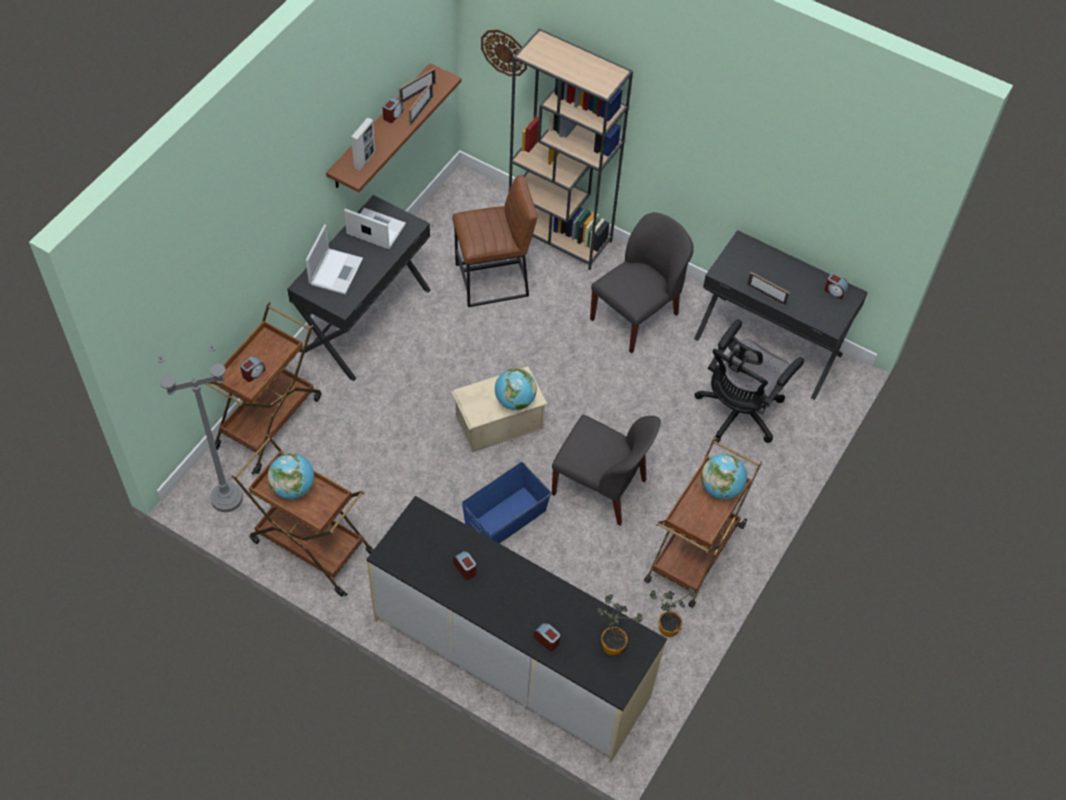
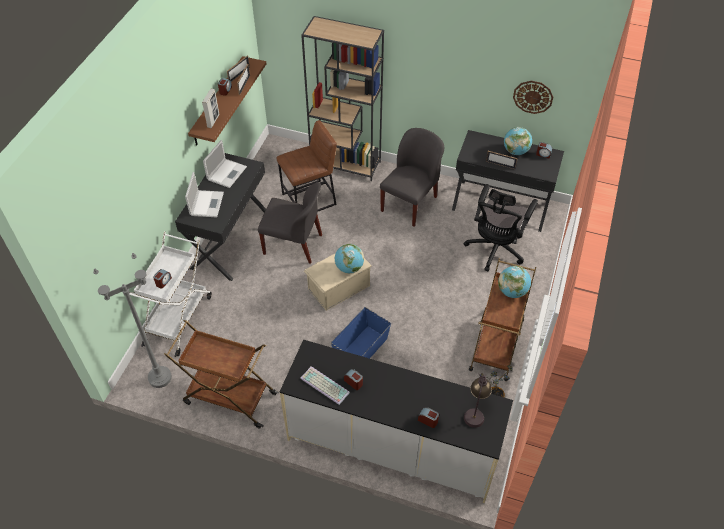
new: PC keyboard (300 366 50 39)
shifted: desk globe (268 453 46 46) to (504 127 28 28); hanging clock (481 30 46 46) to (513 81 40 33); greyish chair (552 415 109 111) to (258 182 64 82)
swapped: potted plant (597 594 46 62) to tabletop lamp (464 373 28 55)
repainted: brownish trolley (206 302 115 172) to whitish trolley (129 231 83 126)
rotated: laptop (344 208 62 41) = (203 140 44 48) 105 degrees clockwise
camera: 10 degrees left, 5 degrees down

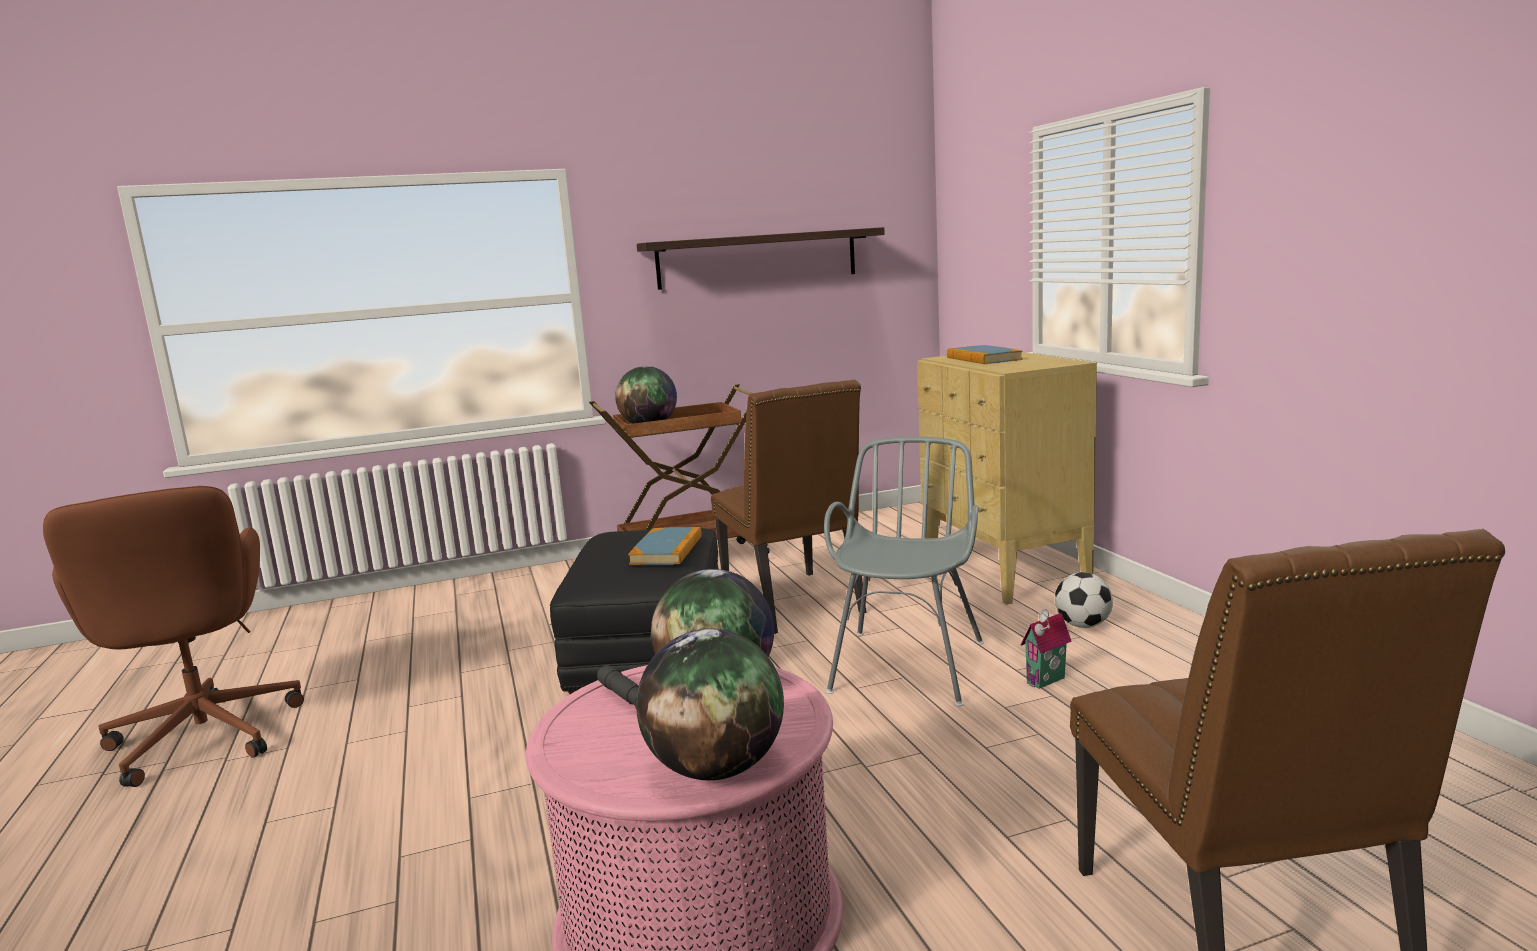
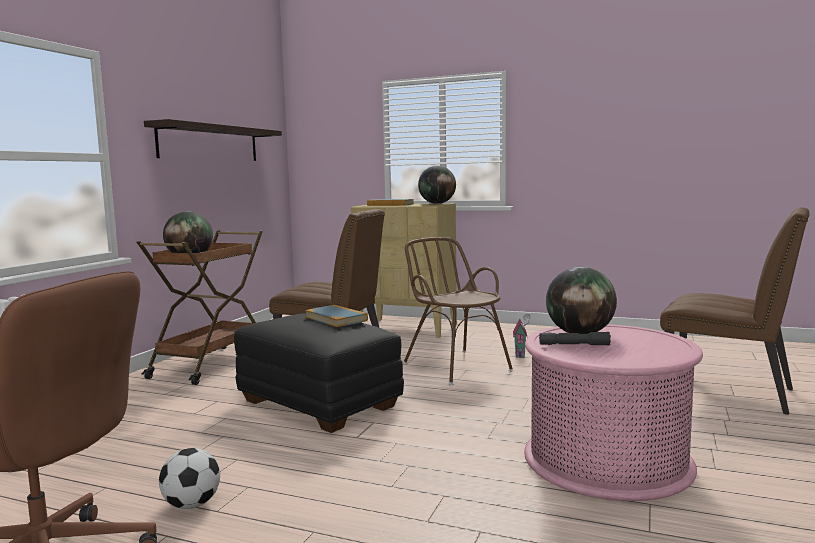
shifted: desk globe (636 629 148 151) to (418 166 38 38); ball for football (1055 572 58 56) to (159 448 61 61)
repainted: greyish chair (824 437 160 269) to brownish chair (403 237 111 148)
camera: 50 degrees left, 5 degrees down

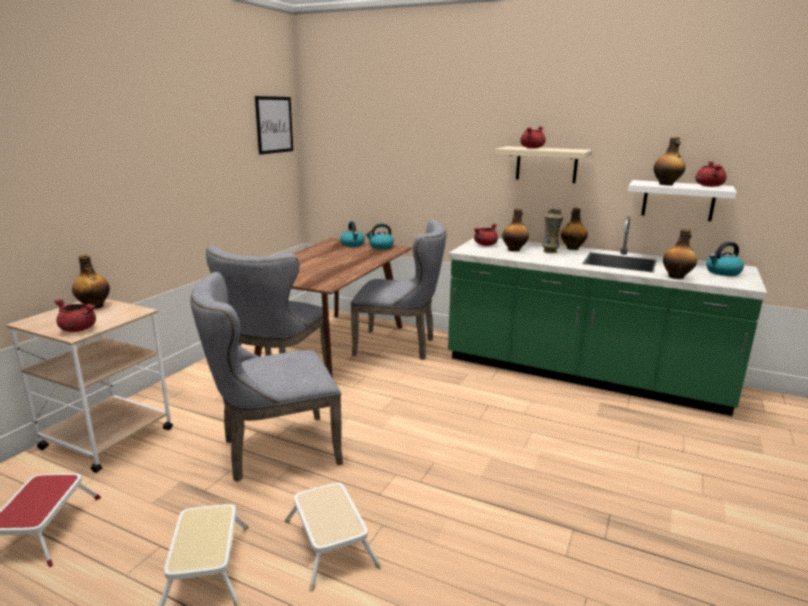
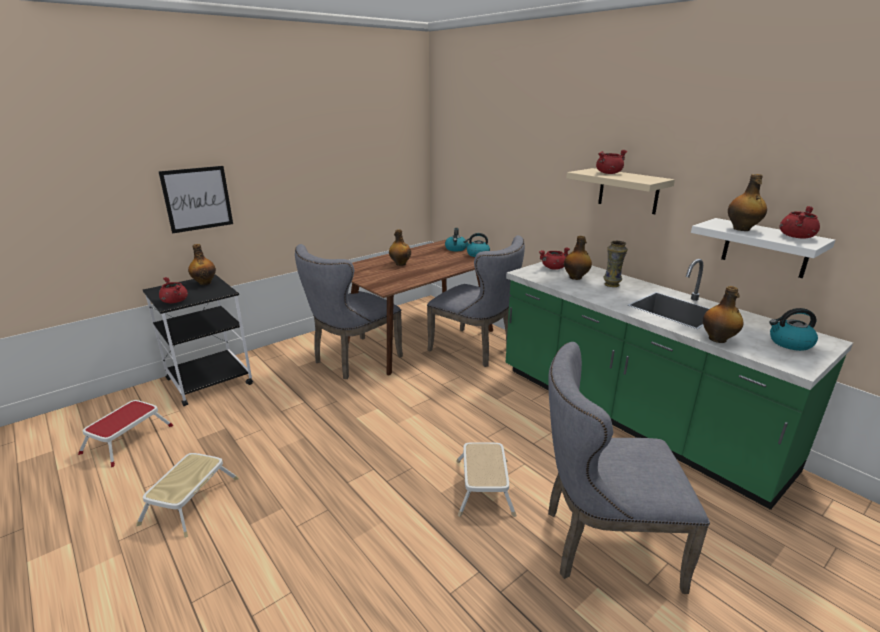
shifted: greyish chair (190 272 153 210) to (548 342 162 252); picture (255 96 38 59) to (158 166 75 68); sand-coloured stepladder (284 483 98 109) to (456 442 61 75); beverage bottle (561 208 27 42) to (389 229 22 37)
repainted: sand-coloured trolley (6 299 167 174) to black-coloured trolley (143 274 110 132)
camera: 25 degrees right, 5 degrees up

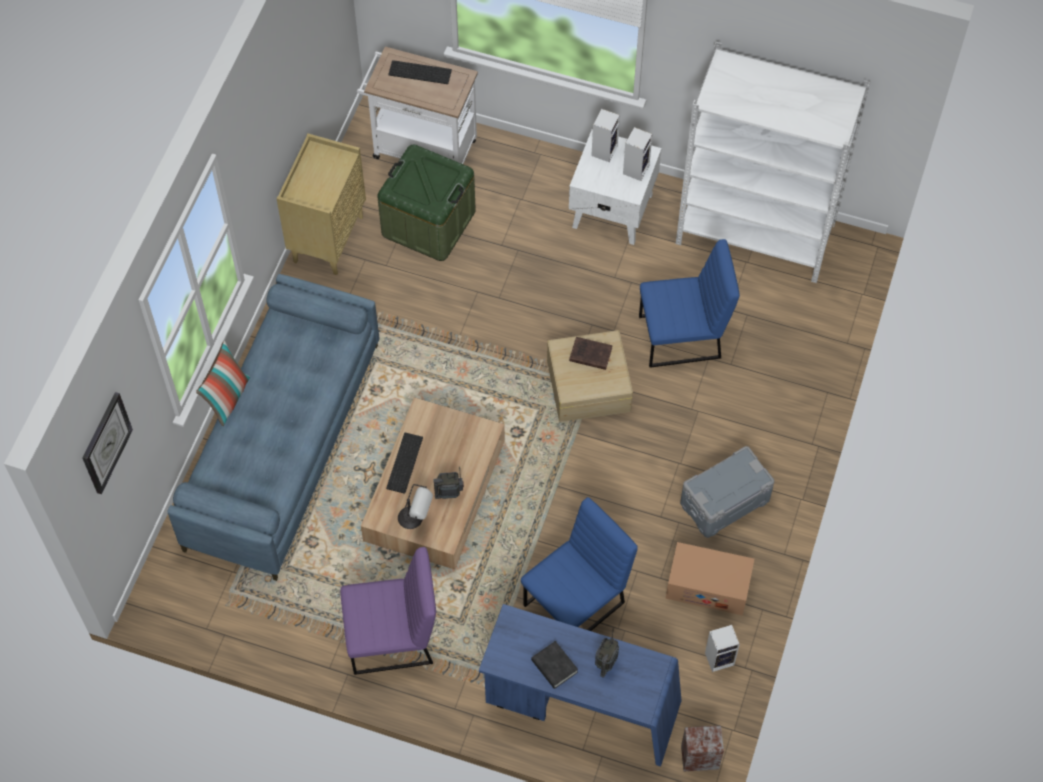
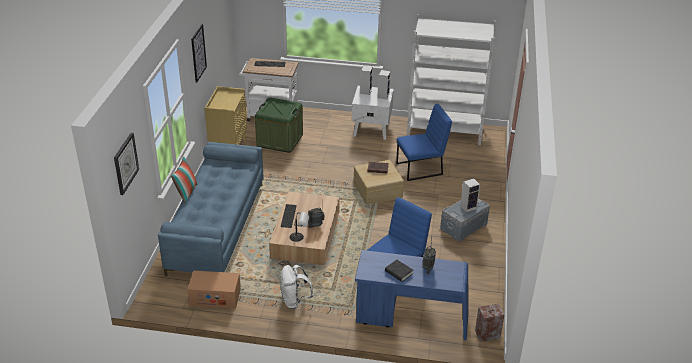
new: picture (191 24 16 59)
shifted: carton (666 542 88 73) to (187 270 54 39); loudspeaker (705 625 35 47) to (460 178 20 34)
swapped: purple-coloured chair (340 547 96 128) to whitish backpack (280 265 33 44)
camera: 10 degrees left, 25 degrees down

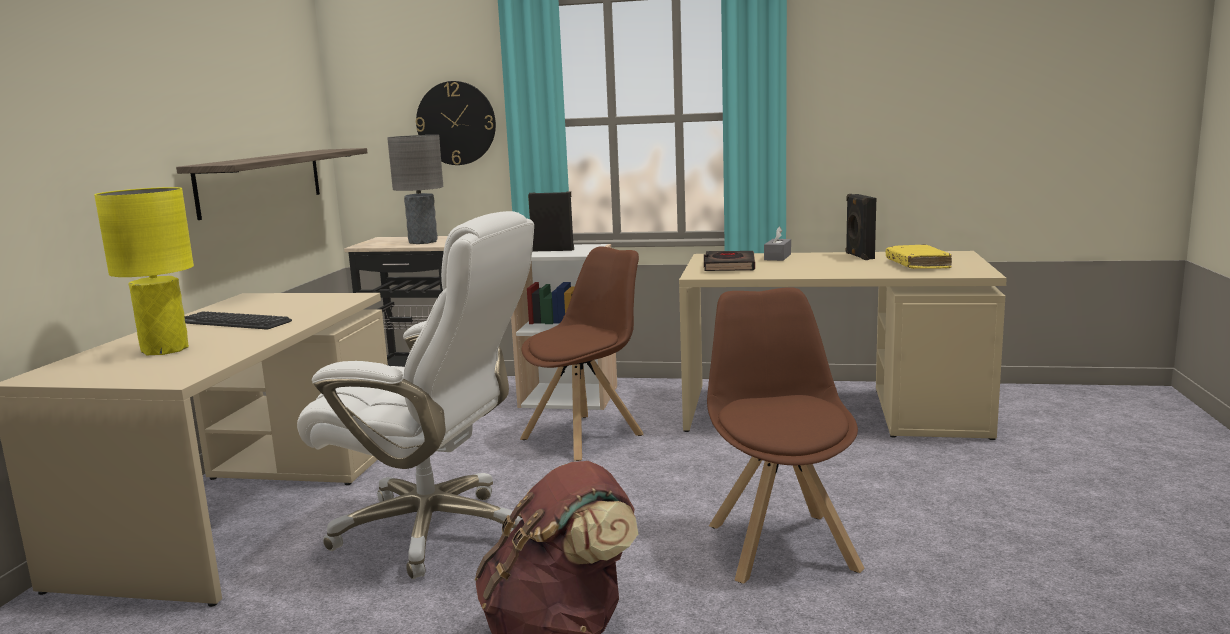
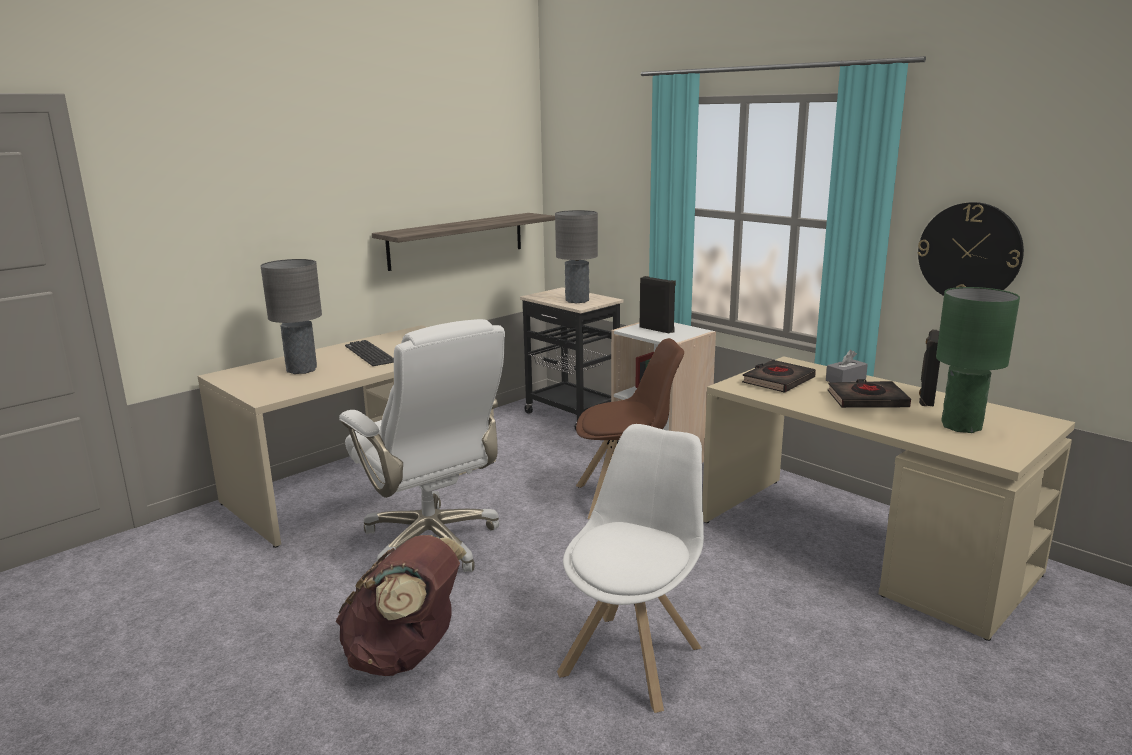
new: black-coloured bound book (828 379 83 29)
shifted: hanging clock (416 81 80 84) to (918 202 106 94)
swapped: yellow-coloured bound book (886 244 66 25) to green-coloured tabletop lamp (936 287 84 146)
repainted: yellow-coloured tabletop lamp (94 187 100 168) to greyish tabletop lamp (261 259 61 115); brownish chair (707 287 158 297) to whitish chair (557 424 147 289)
camera: 35 degrees right, 5 degrees up

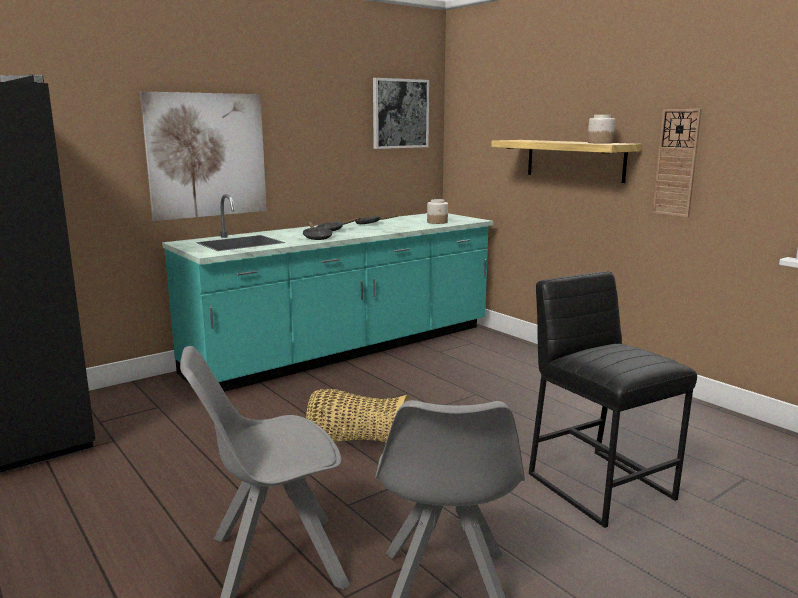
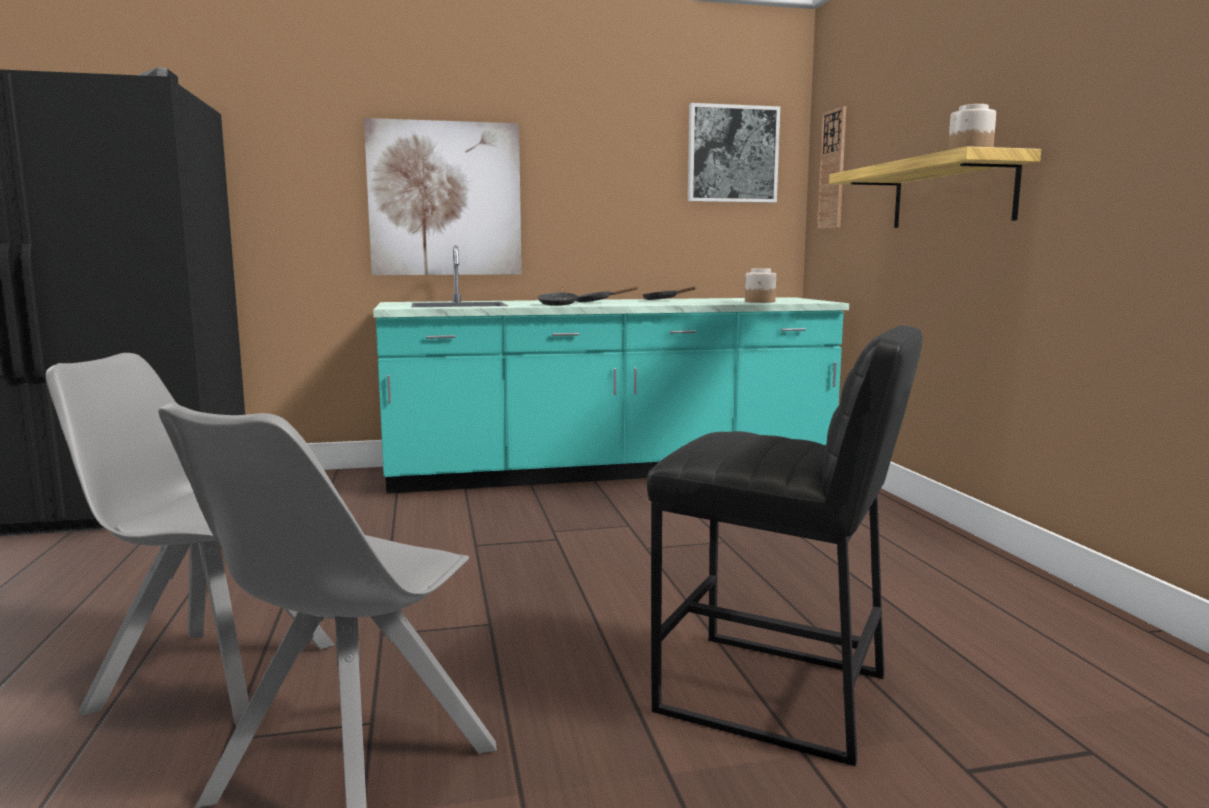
gone: storage basket (306 389 104 54)
shifted: hanging clock (653 109 49 108) to (817 106 29 123)
rotated: black-coloured chair (529 271 168 257) = (647 325 276 441) 120 degrees clockwise
camera: 25 degrees right, 5 degrees down

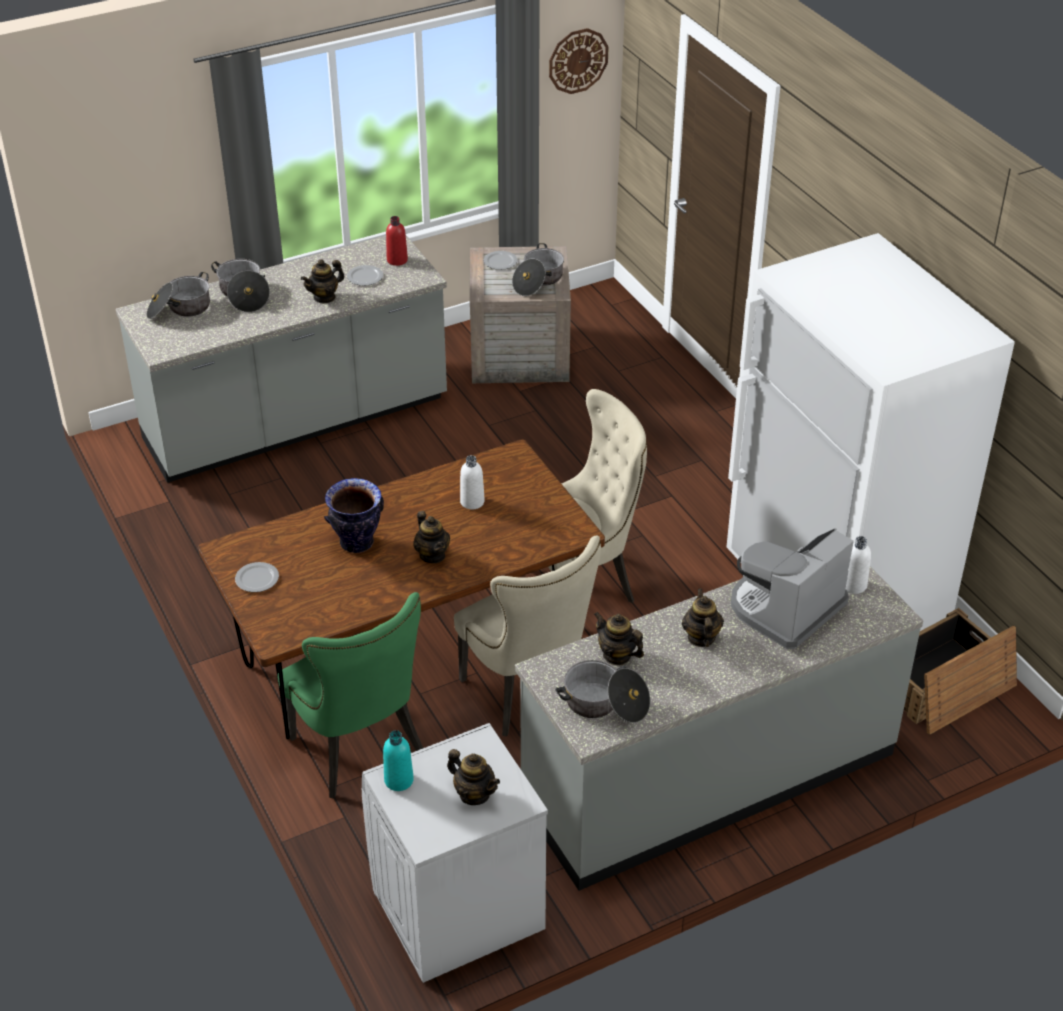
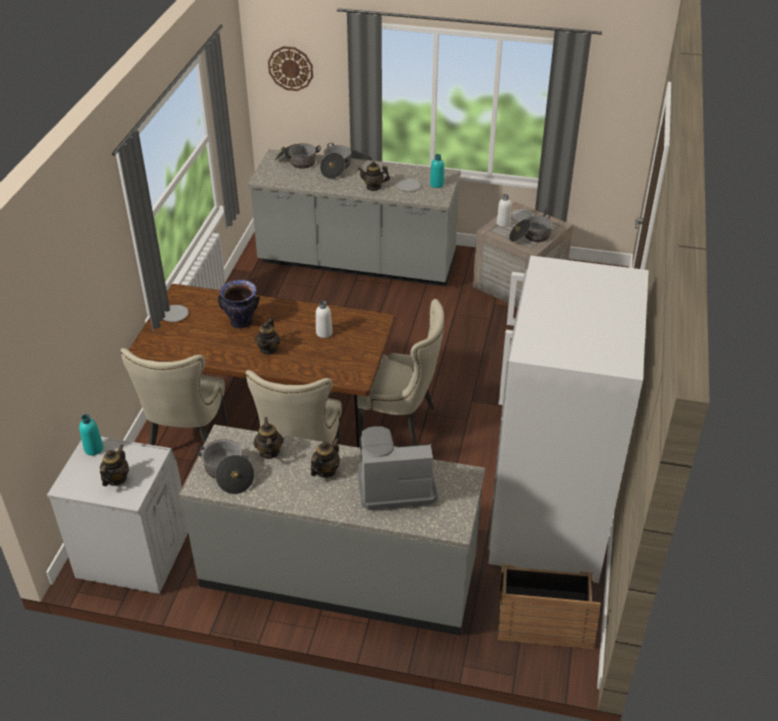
shifted: hanging clock (549 28 60 66) to (268 46 45 45); whitish beverage bottle (846 536 25 58) to (497 194 15 33)
repainted: green-coloured chair (278 592 145 206) to sand-coloured chair (121 348 107 97); red beverage bottle (386 216 22 50) to turquoise beverage bottle (430 154 14 34)
rotated: teapot (447 749 53 56) = (100 444 29 42) 150 degrees counterclockwise
camera: 40 degrees right, 0 degrees up

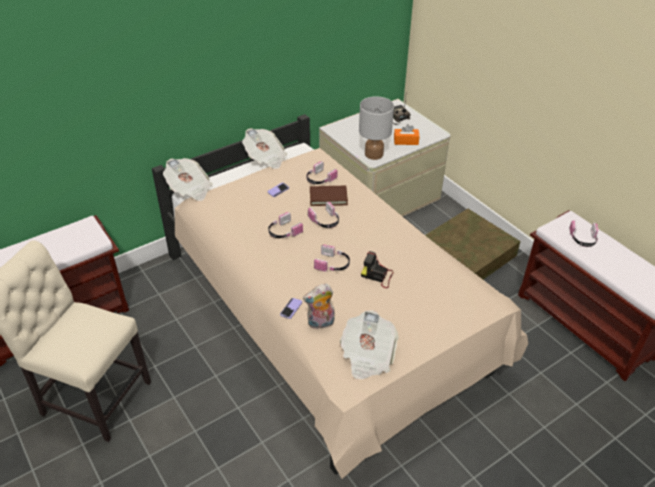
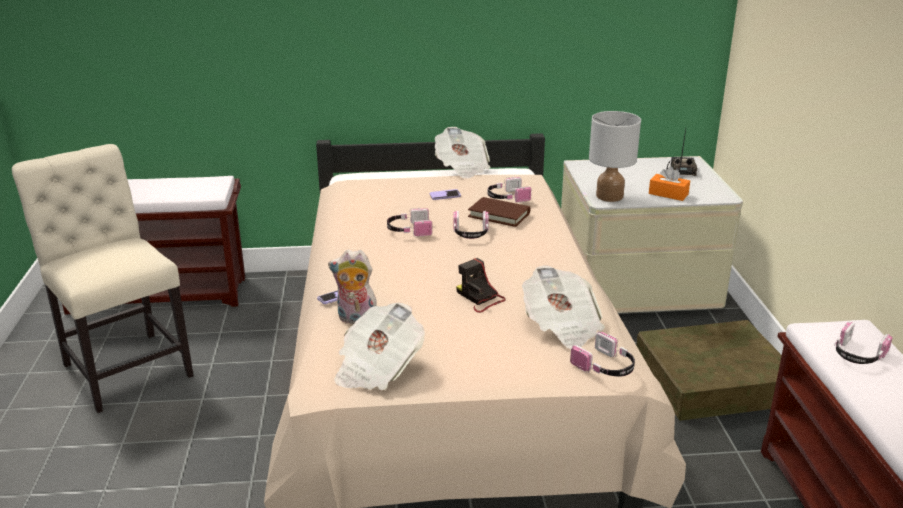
shifted: printed paper (163 158 49 43) to (522 265 83 84); pair of headphones (314 244 36 28) to (570 332 65 44)
camera: 30 degrees right, 15 degrees down

